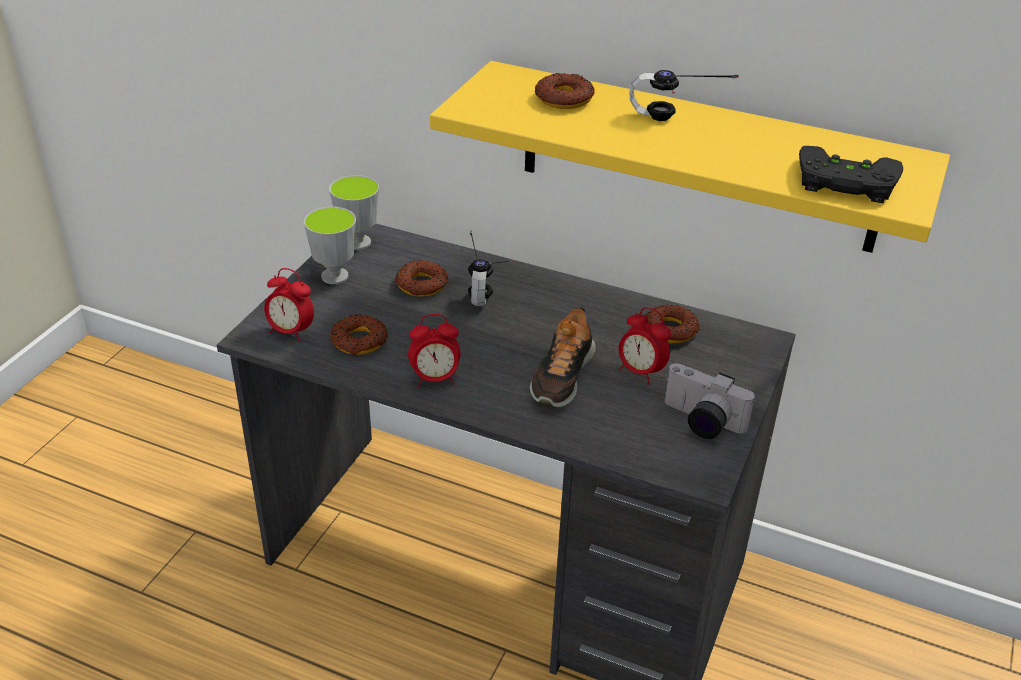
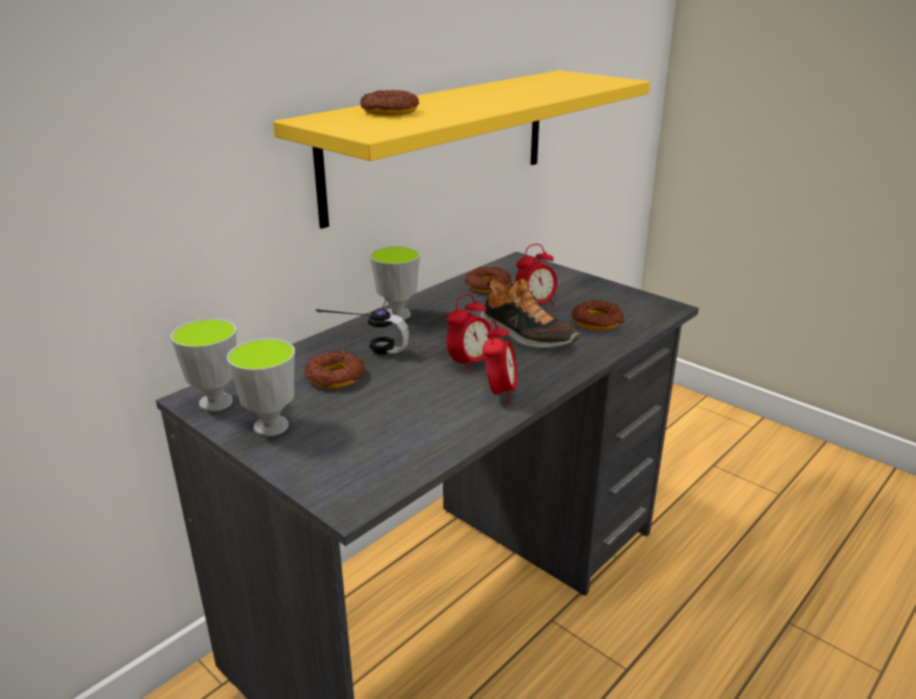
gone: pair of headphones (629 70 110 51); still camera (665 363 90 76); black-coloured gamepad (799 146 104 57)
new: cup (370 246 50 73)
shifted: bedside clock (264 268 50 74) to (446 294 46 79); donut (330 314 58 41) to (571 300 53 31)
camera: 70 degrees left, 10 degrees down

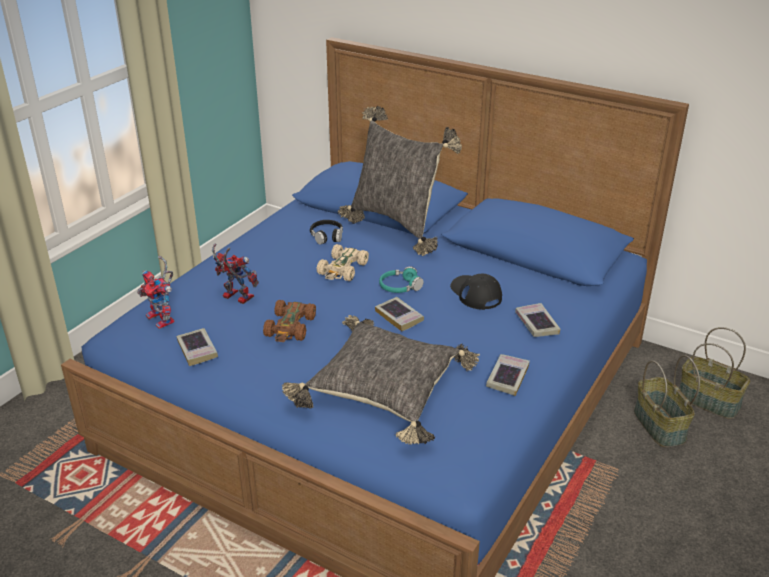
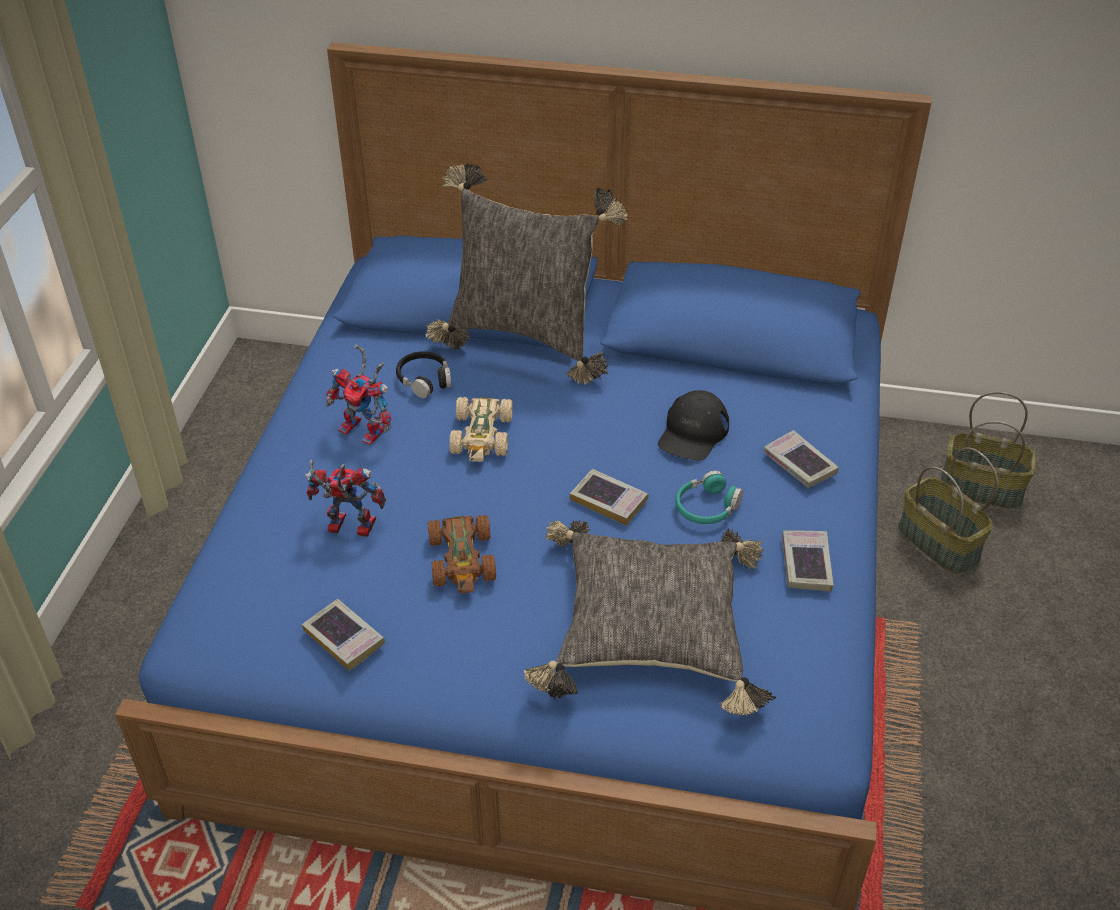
shifted: robot figure (137 256 37 73) to (326 344 65 101); turquoise pair of headphones (379 266 45 27) to (675 471 68 53)
rotated: black-coloured baseball cap (450 274 52 36) = (658 390 71 70) 105 degrees counterclockwise
camera: 20 degrees left, 10 degrees up

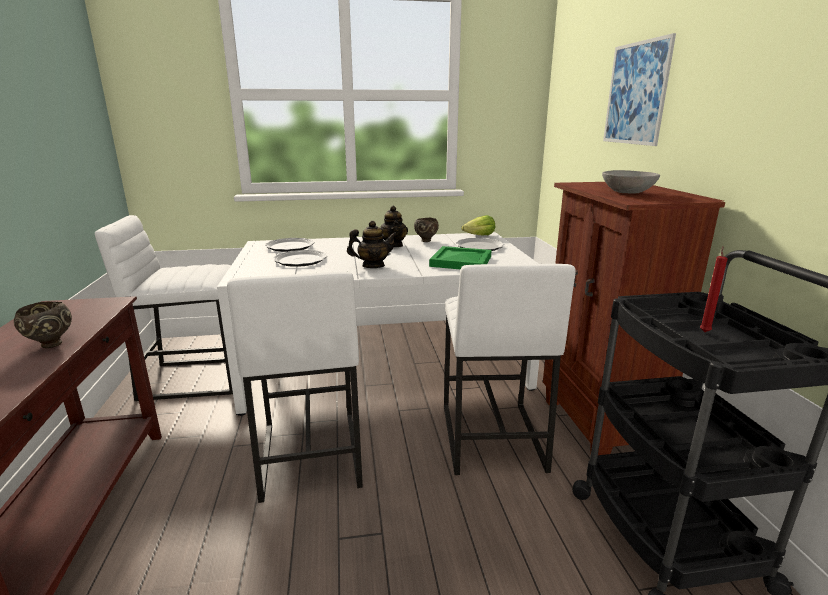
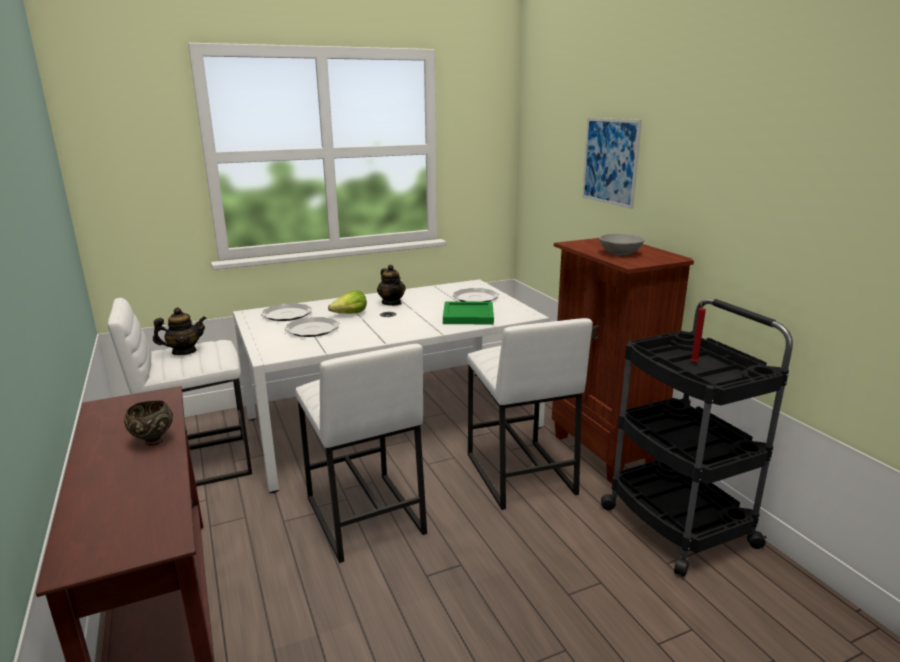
gone: brownish bowl (414 218 25 24)
shifted: teapot (347 221 51 47) to (153 307 54 48); lettuce (461 215 34 20) to (328 290 39 24)
camera: 15 degrees left, 0 degrees up

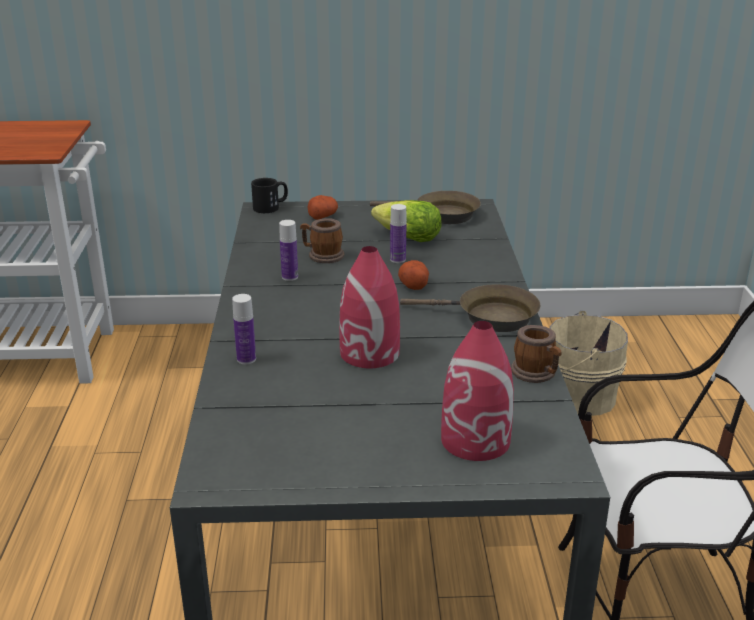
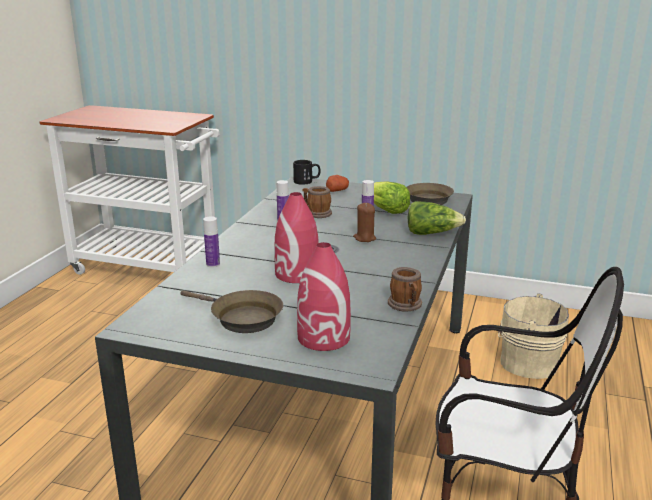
new: lettuce (407 201 59 34)
shifted: brownish skillet (400 284 140 48) to (181 290 102 43)
swapped: potato (398 260 31 30) to brownish candle (353 203 23 39)
camera: 20 degrees right, 5 degrees down

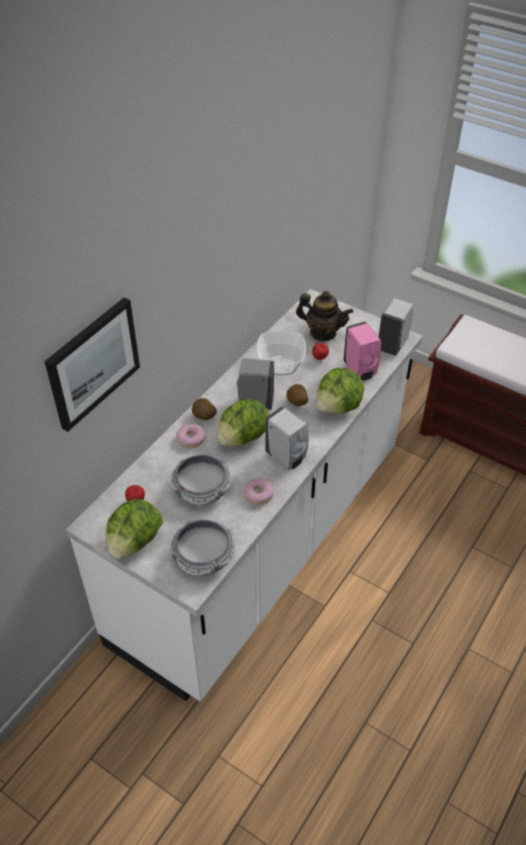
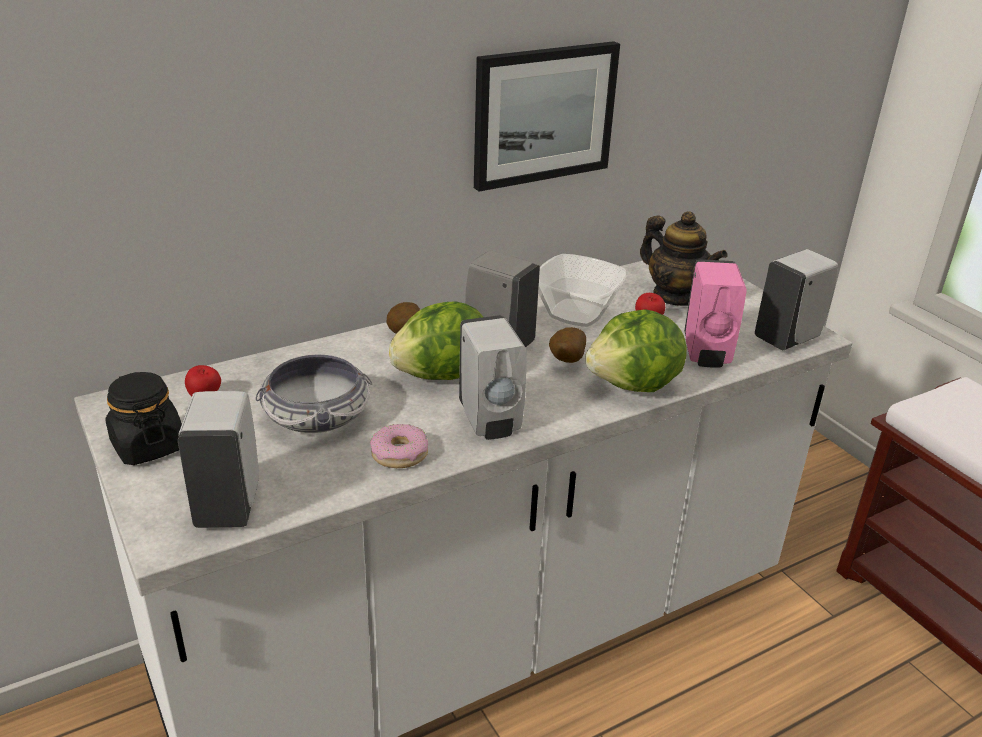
gone: donut (176 424 29 24)
shifted: picture (44 297 96 135) to (474 41 146 151)
swapped: lettuce (106 499 57 60) to black-coloured storage jar (105 372 77 93); bowl (170 520 65 56) to whitish liquid soap bottle (178 391 81 137)
camera: 25 degrees right, 15 degrees down

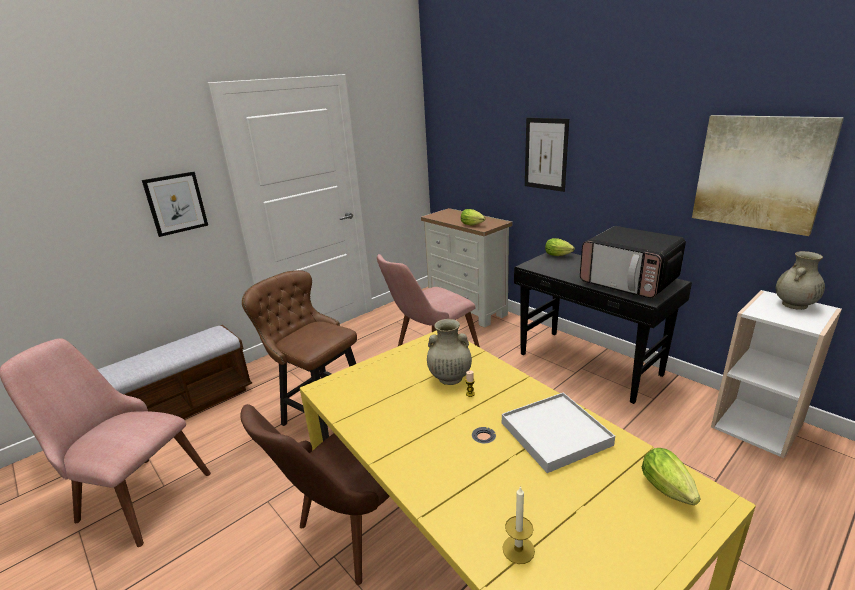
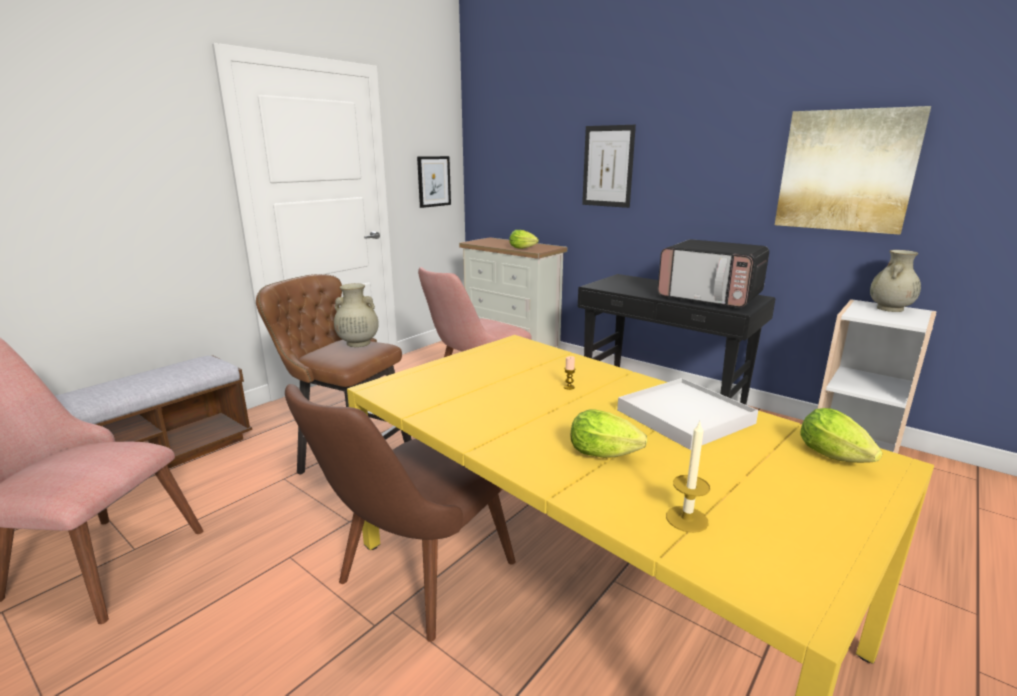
shifted: picture (142 172 66 65) to (417 156 34 52); sand-coloured decorative vase (427 319 45 66) to (334 283 45 64); lettuce (545 238 30 18) to (571 410 77 48)
camera: 10 degrees left, 5 degrees down

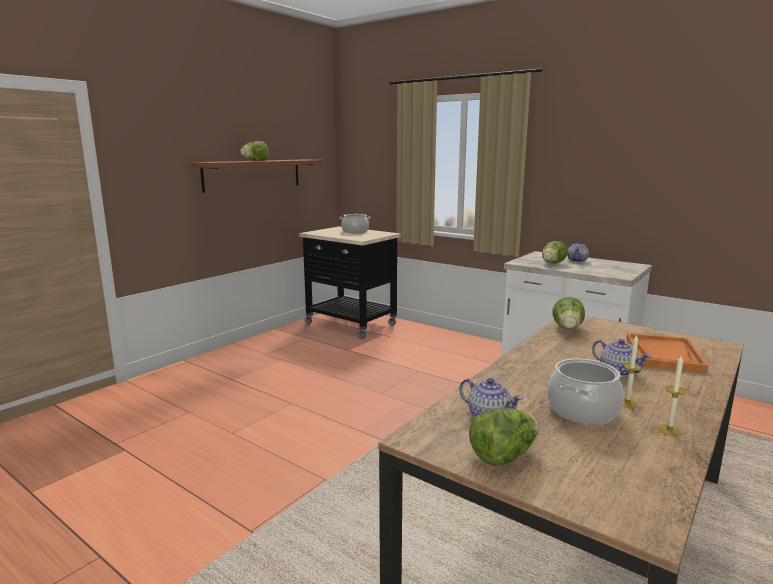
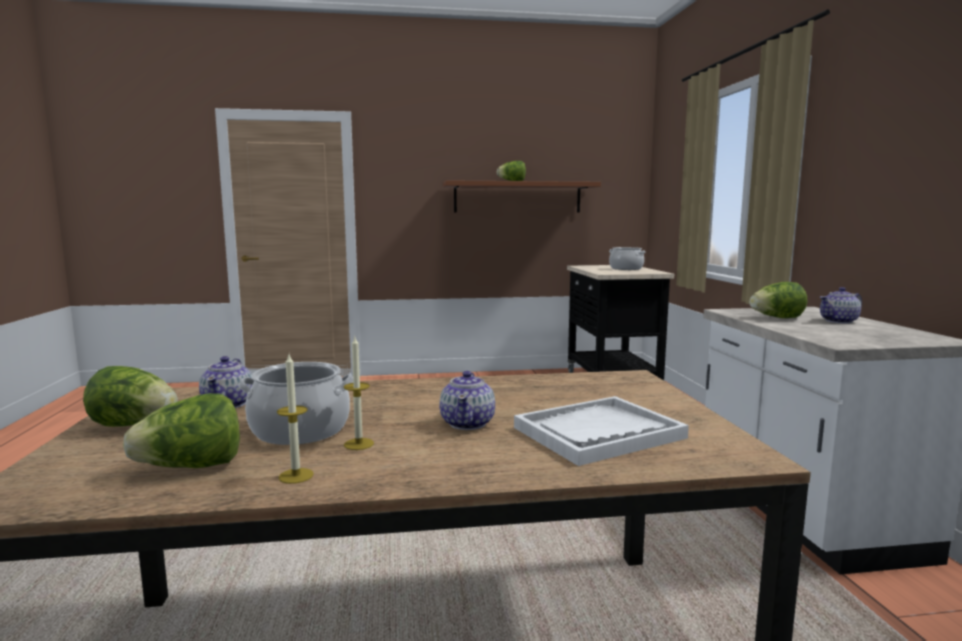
shifted: lettuce (553 297 32 33) to (123 393 117 75)
repainted: orange tray (626 333 82 40) to whitish tray (514 396 175 70)
camera: 45 degrees right, 5 degrees down

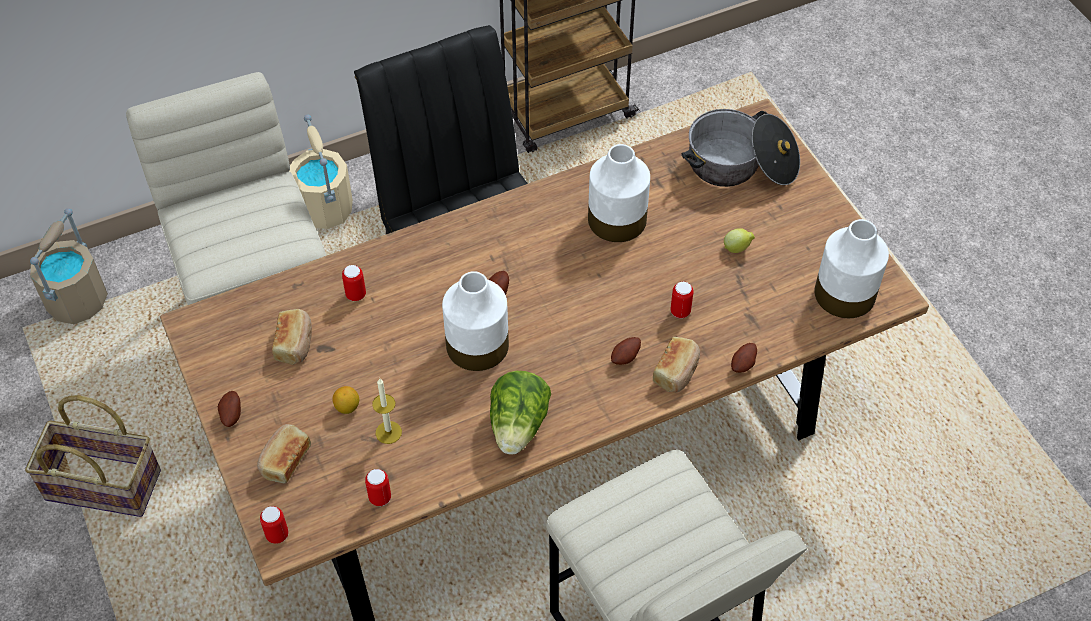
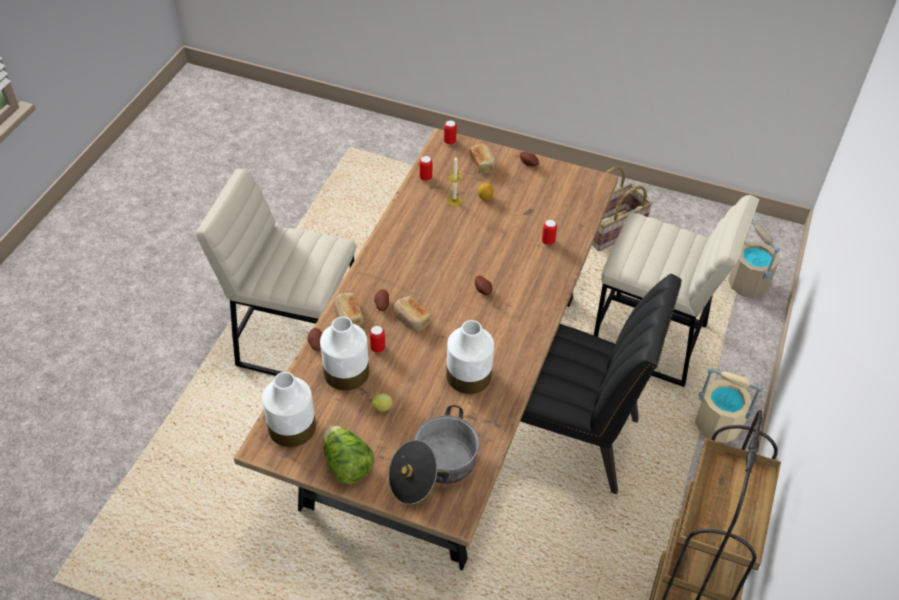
shifted: bakery bread (272 309 40 56) to (394 296 37 35); whitish decorative vase (442 271 67 100) to (320 317 49 74); lettuce (490 371 61 84) to (323 426 51 58)
camera: 135 degrees right, 5 degrees down

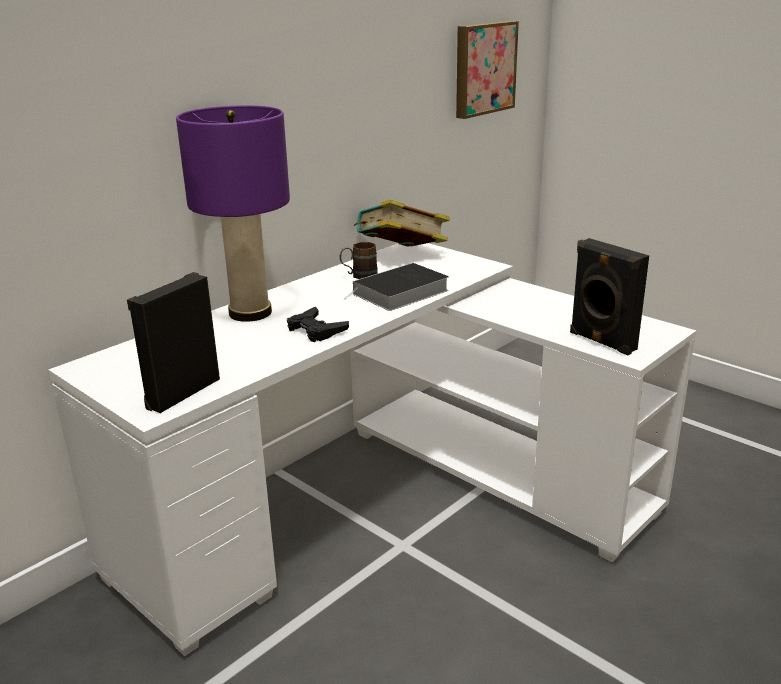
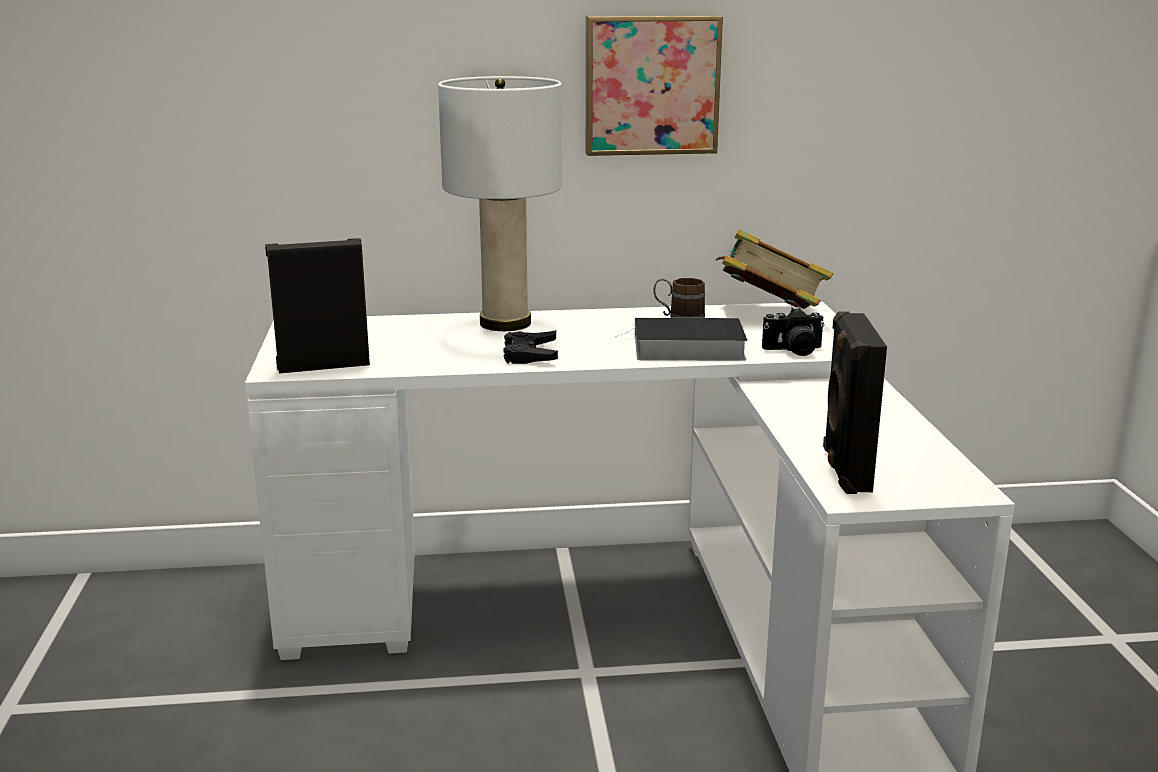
new: still camera (762 308 62 48)
shifted: picture (456 21 63 98) to (586 15 137 141)
repainted: purple-coloured tabletop lamp (176 105 114 217) to whitish tabletop lamp (438 76 124 255)
camera: 40 degrees right, 5 degrees down

